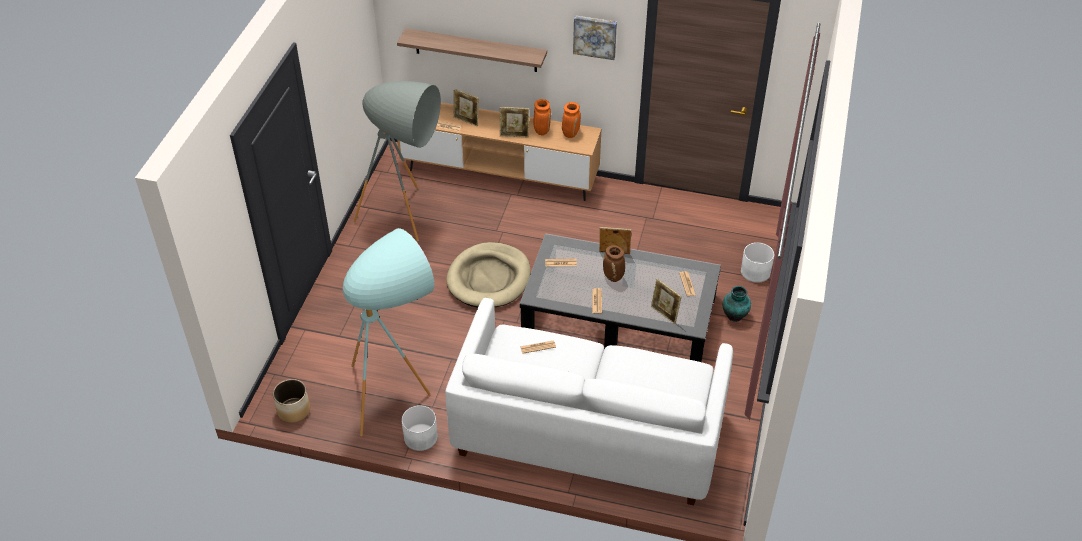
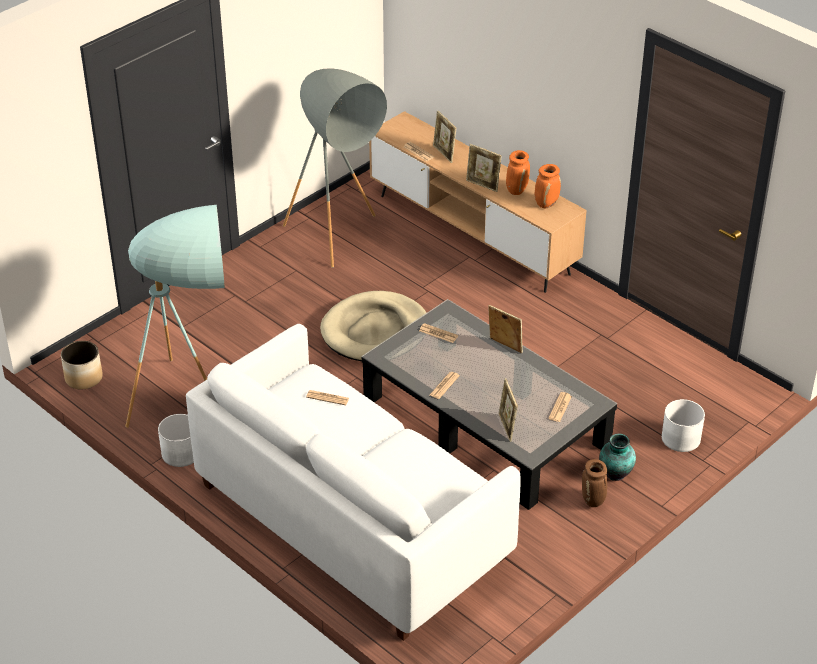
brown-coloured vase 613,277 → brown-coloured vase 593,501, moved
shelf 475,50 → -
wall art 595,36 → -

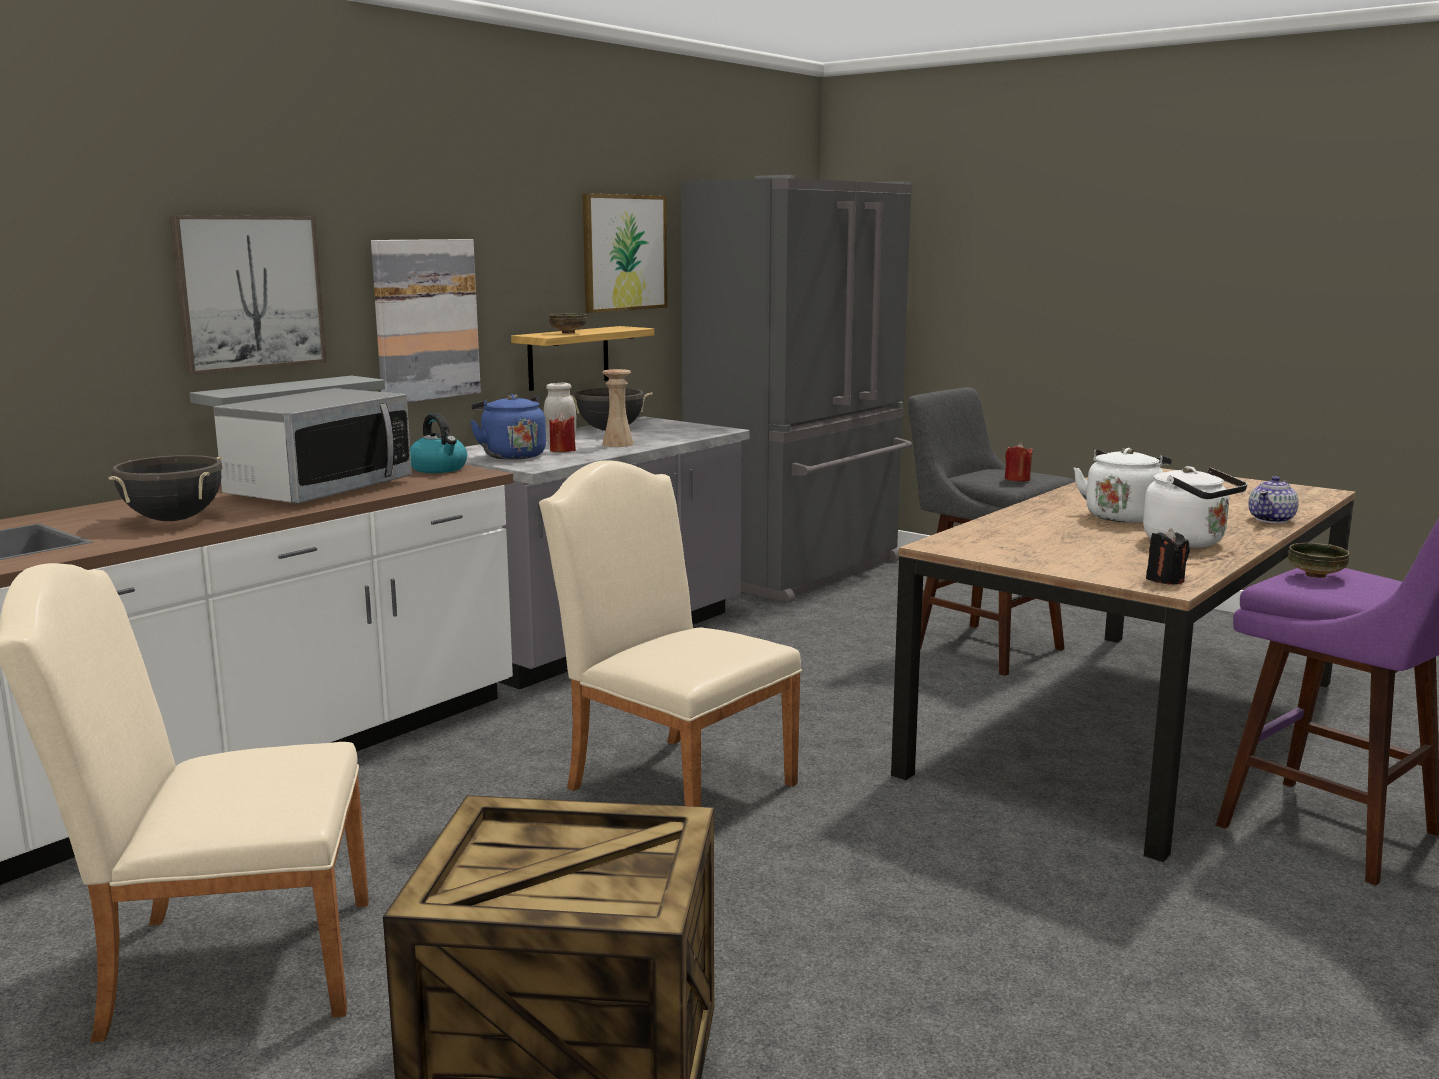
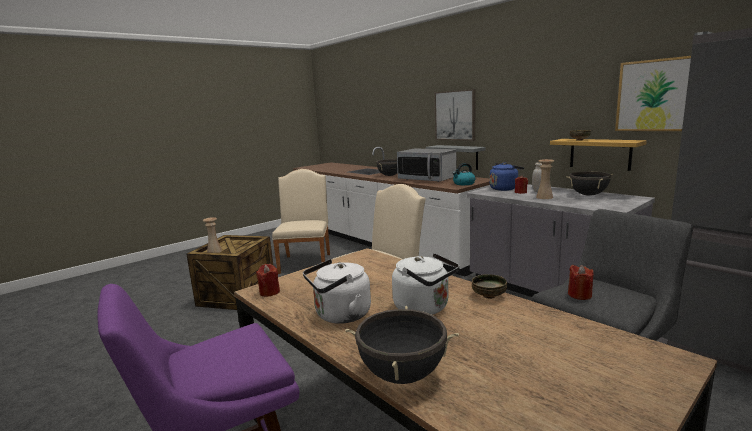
- → beige vase 214,251
blackish candle 1165,579 → reddish candle 269,292
teapot 1272,519 → blackish cooking pot 402,375
deep dish 1315,575 → deep dish 489,296, moved
wall art 425,320 → -

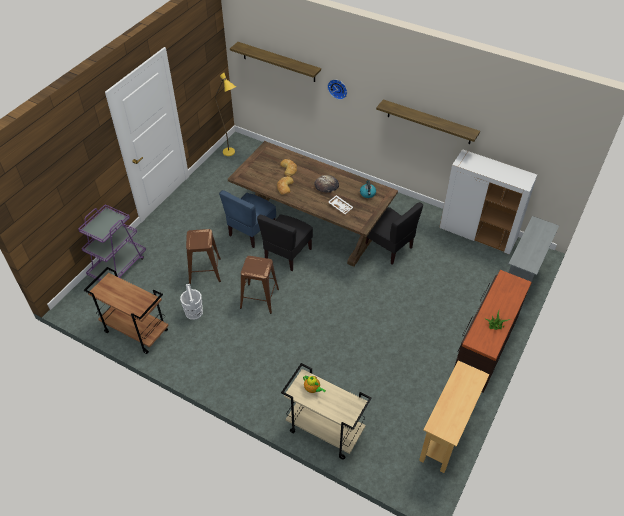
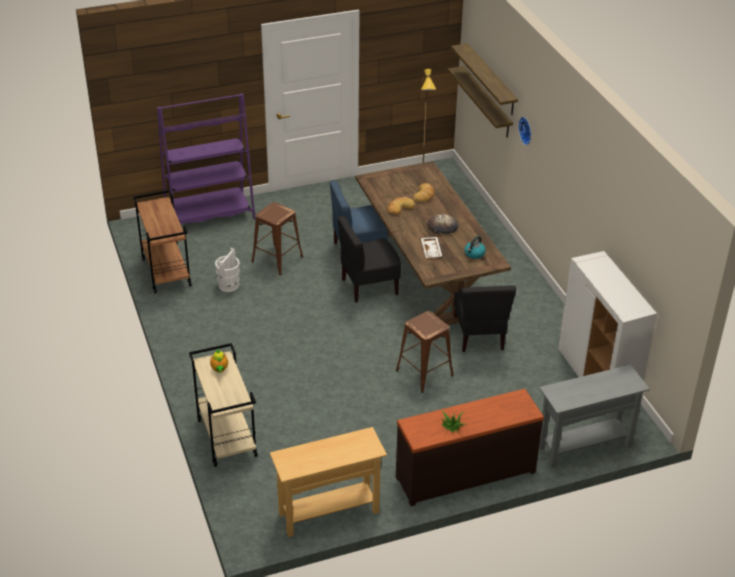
purplish trolley 118,266 → purplish bookcase 210,215
brown-coloured stool seat 259,298 → brown-coloured stool seat 425,372, moved
shelf 429,122 → shelf 486,102, moved

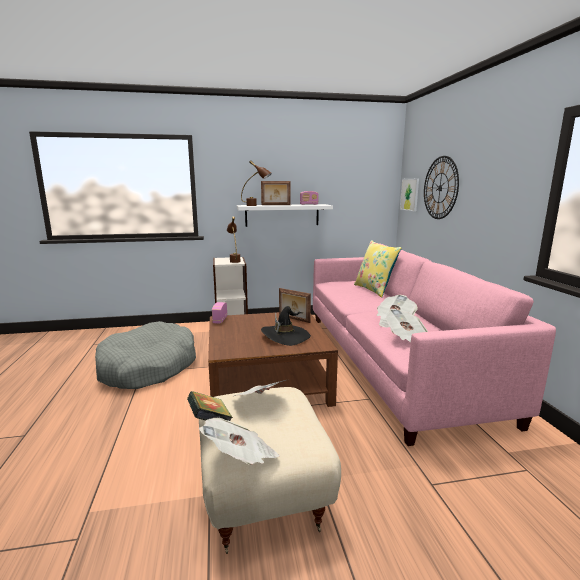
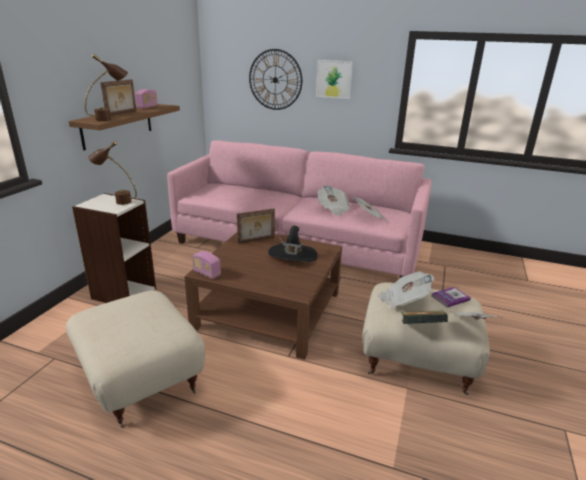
greyish pet bed 148,367 → beige pouffe 139,380
whitish shelf 282,215 → brown-coloured shelf 118,125
wall art 409,194 → wall art 334,79, moved
- → book 450,298
yellowish cushion 374,290 → -

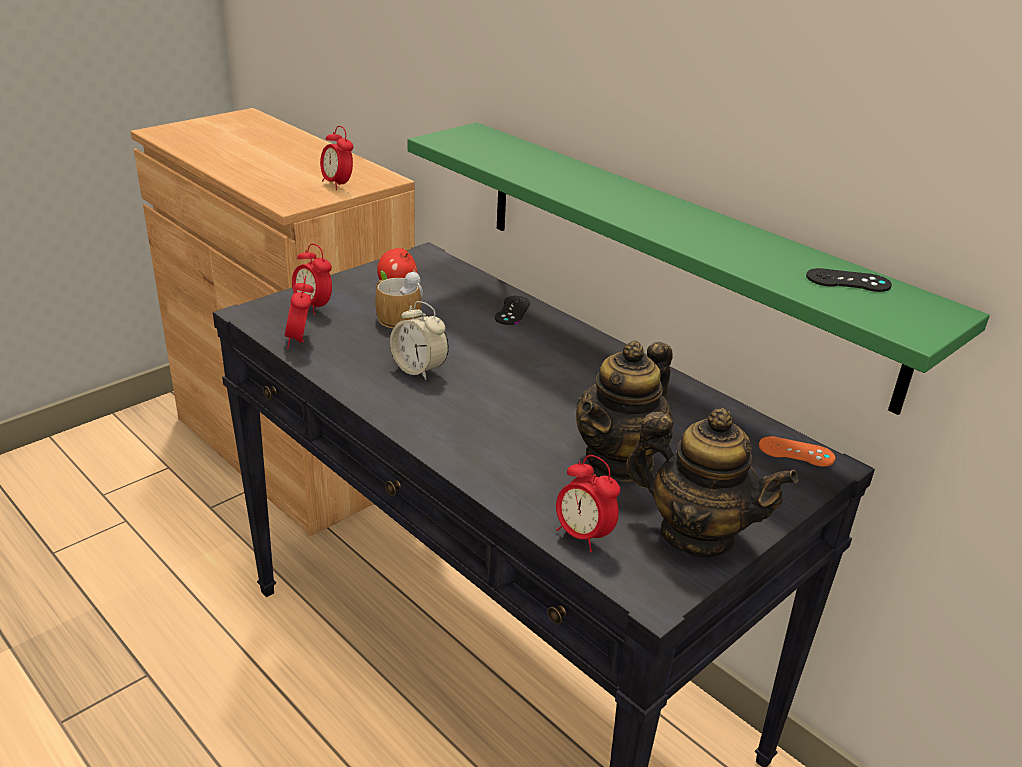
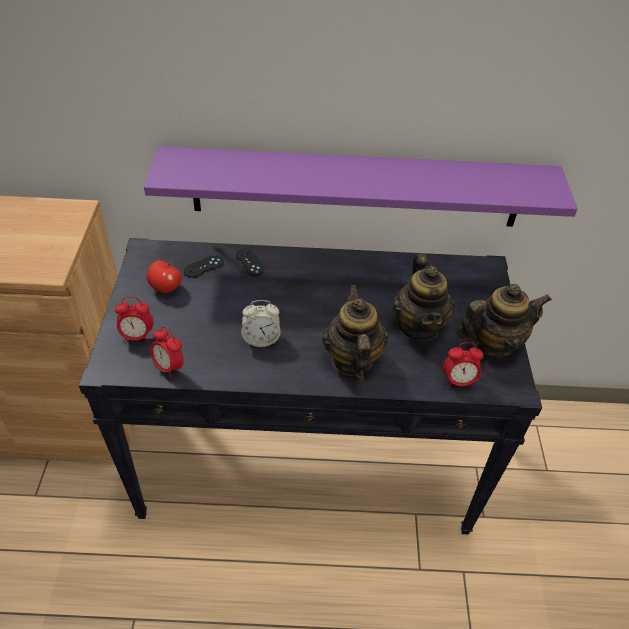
green-coloured shelf 676,254 → purplish shelf 356,187
blackish gamepad 848,281 → blackish gamepad 204,266, moved
- → teapot 352,360
alarm clock 337,185 → -
coffee mug 395,315 → -
orange gamepad 796,452 → -

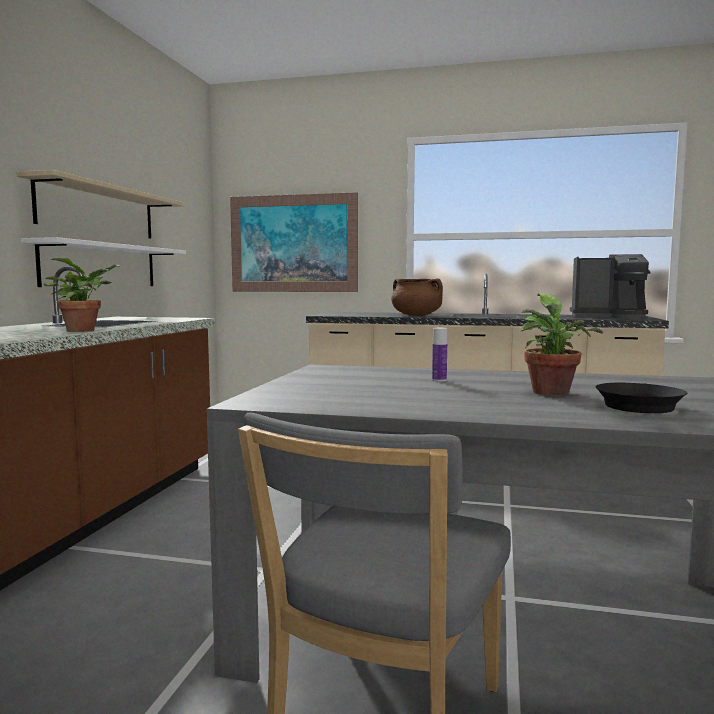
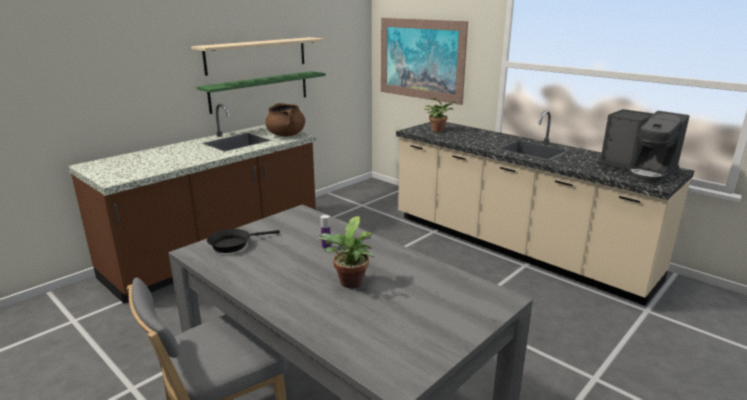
whitish shelf 101,266 → green-coloured shelf 260,91
blackish pan 638,405 → blackish pan 233,244, moved
brown-coloured cooking pot 417,315 → brown-coloured cooking pot 286,135, moved
houseplant 84,330 → houseplant 439,130, moved

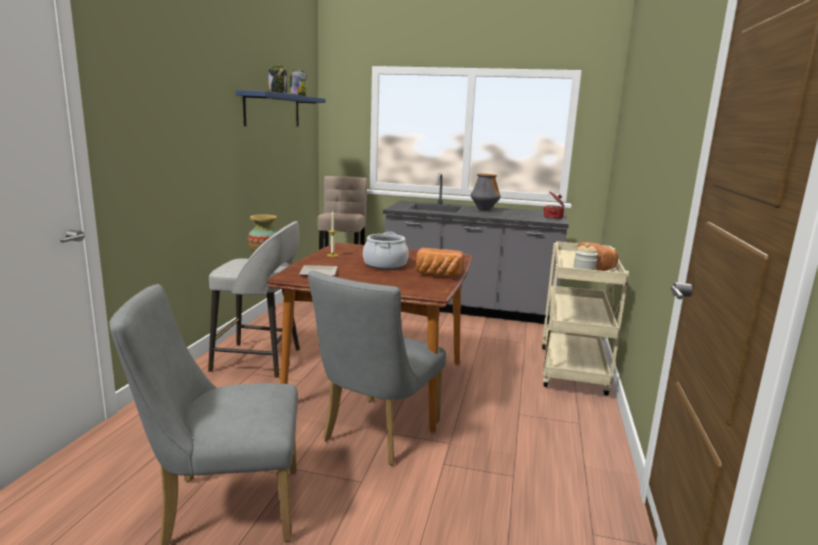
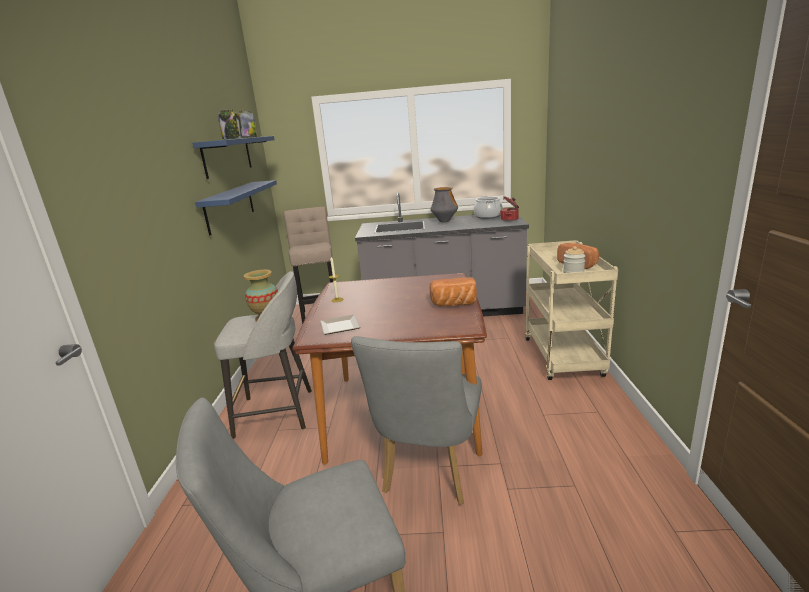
- → bluish shelf 230,206
cooking pot 385,265 → cooking pot 488,216, moved

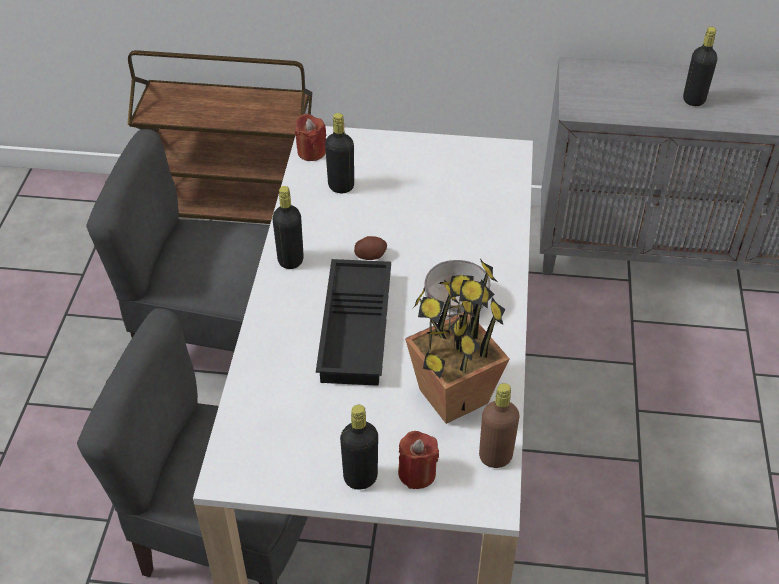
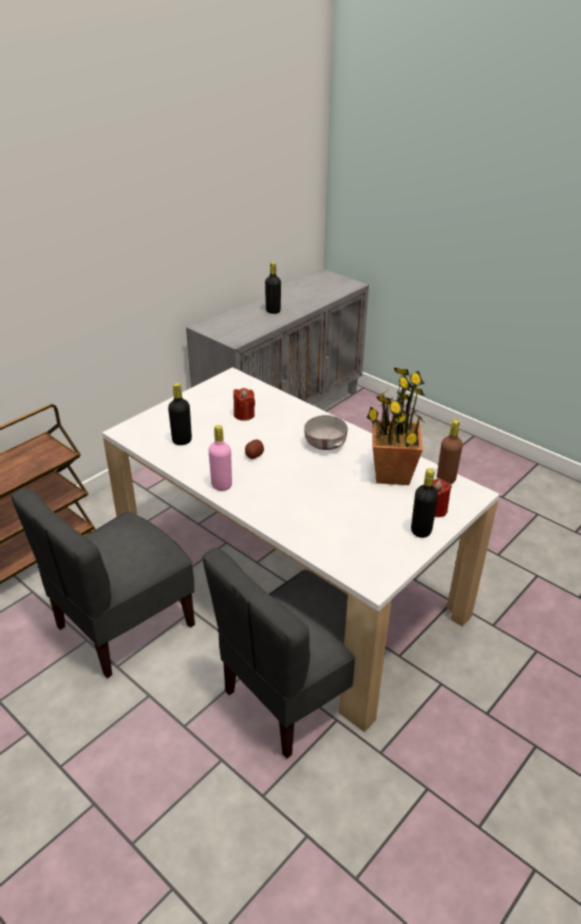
blackish drink bottle 290,260 → pink drink bottle 221,485
reddish candle 311,152 → reddish candle 244,415, moved
blackish carrying tray 358,329 → -

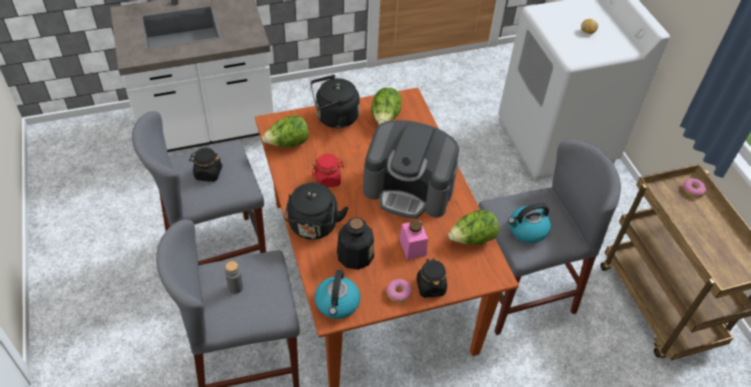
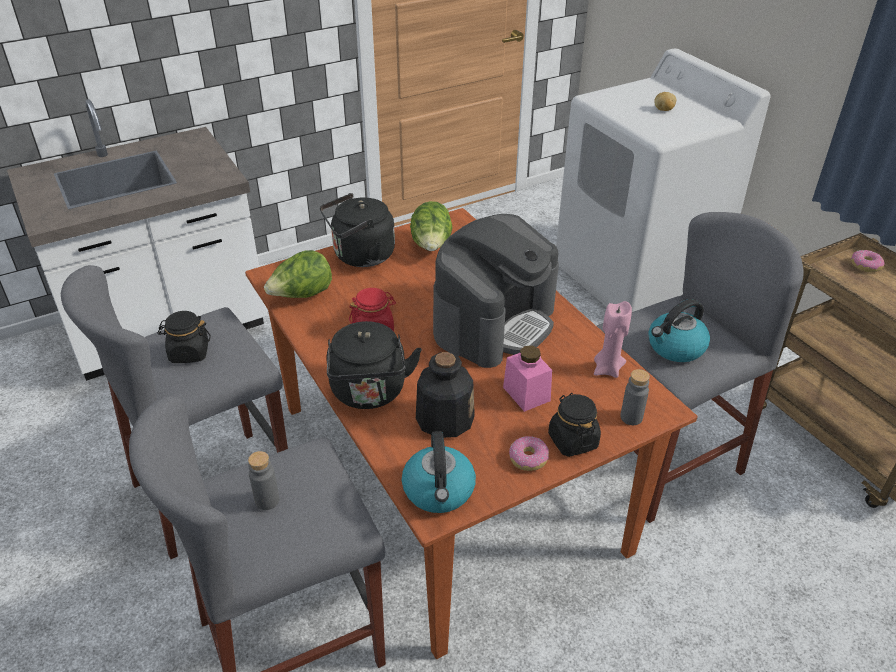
coffee brewer 409,189 → coffee brewer 494,322, 60 degrees counterclockwise
head of lettuce 472,239 → pink candle 607,369
- → greyish drink bottle 631,417

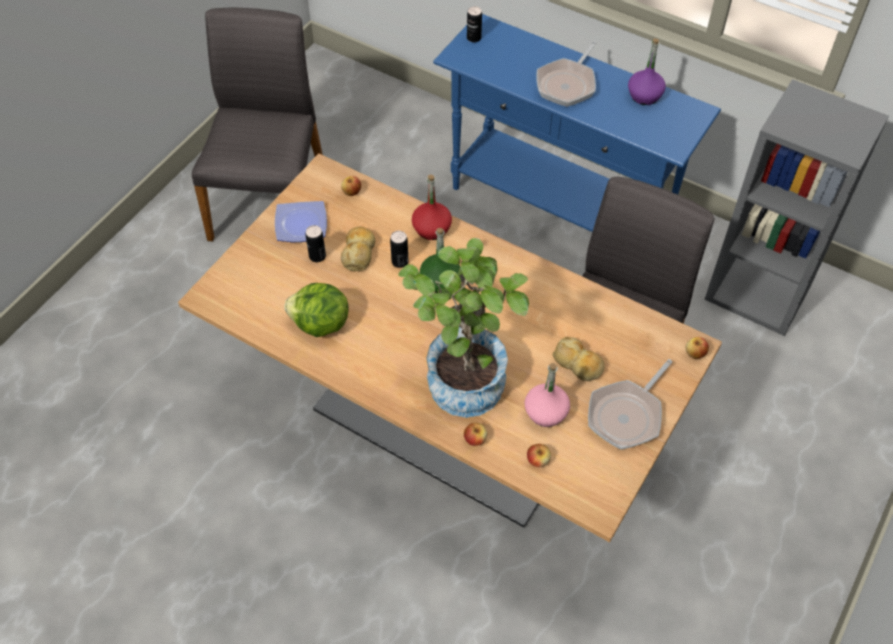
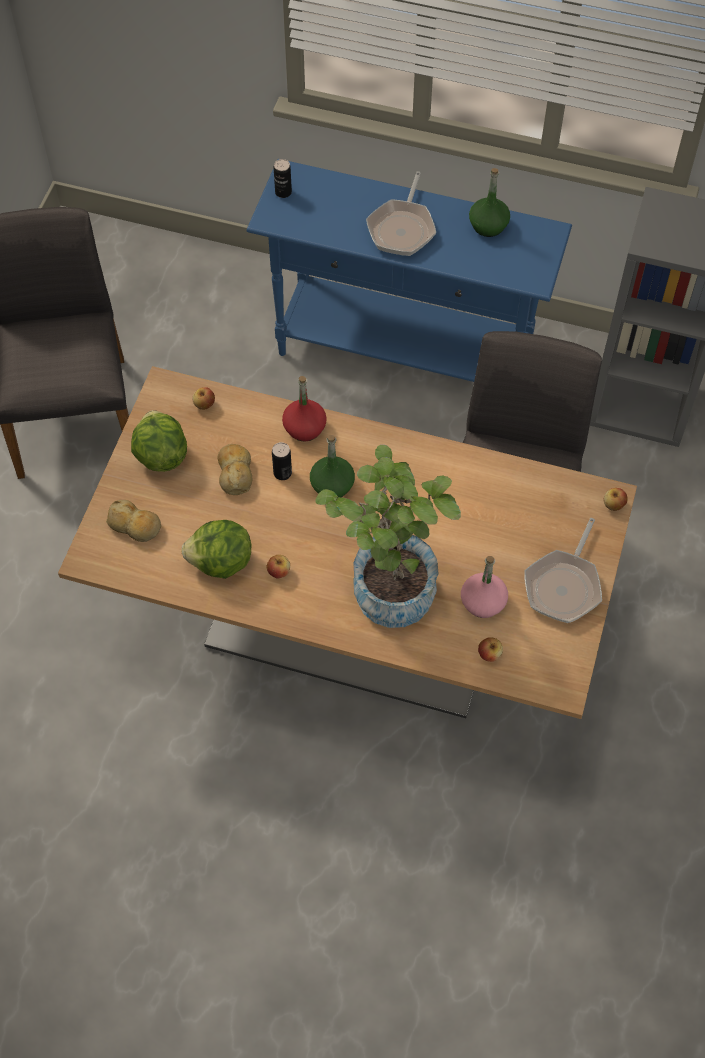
baked bread 578,364 → baked bread 135,526, moved
dinner plate 300,225 → head of lettuce 161,455
whole apple 475,439 → whole apple 279,571, moved
purplish drink bottle 644,95 → green-coloured drink bottle 488,225
metal can 317,256 → -

